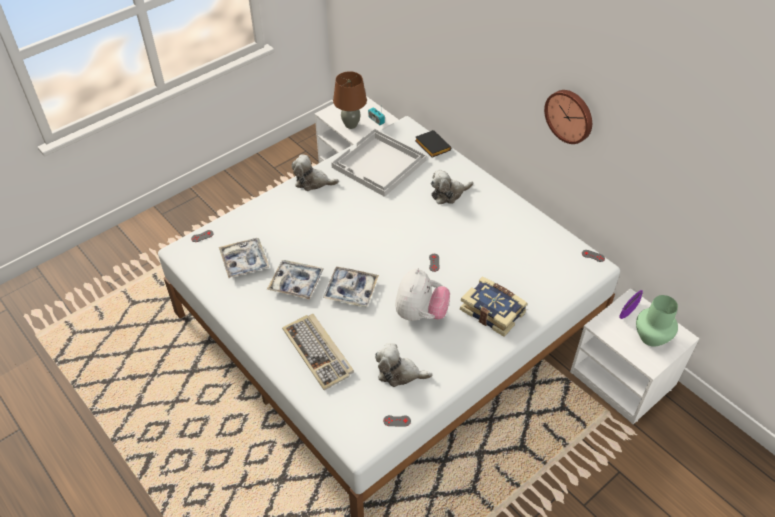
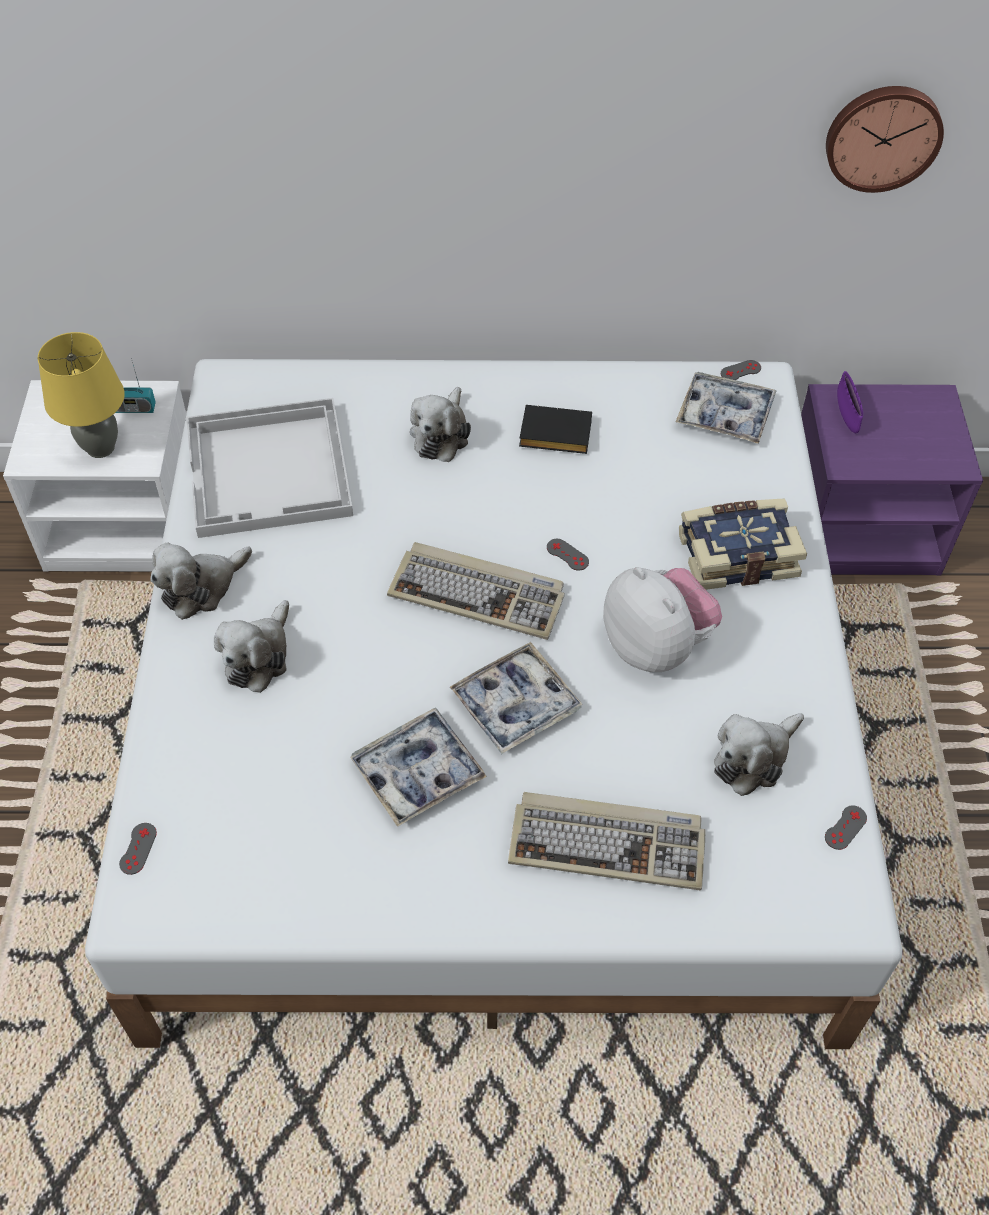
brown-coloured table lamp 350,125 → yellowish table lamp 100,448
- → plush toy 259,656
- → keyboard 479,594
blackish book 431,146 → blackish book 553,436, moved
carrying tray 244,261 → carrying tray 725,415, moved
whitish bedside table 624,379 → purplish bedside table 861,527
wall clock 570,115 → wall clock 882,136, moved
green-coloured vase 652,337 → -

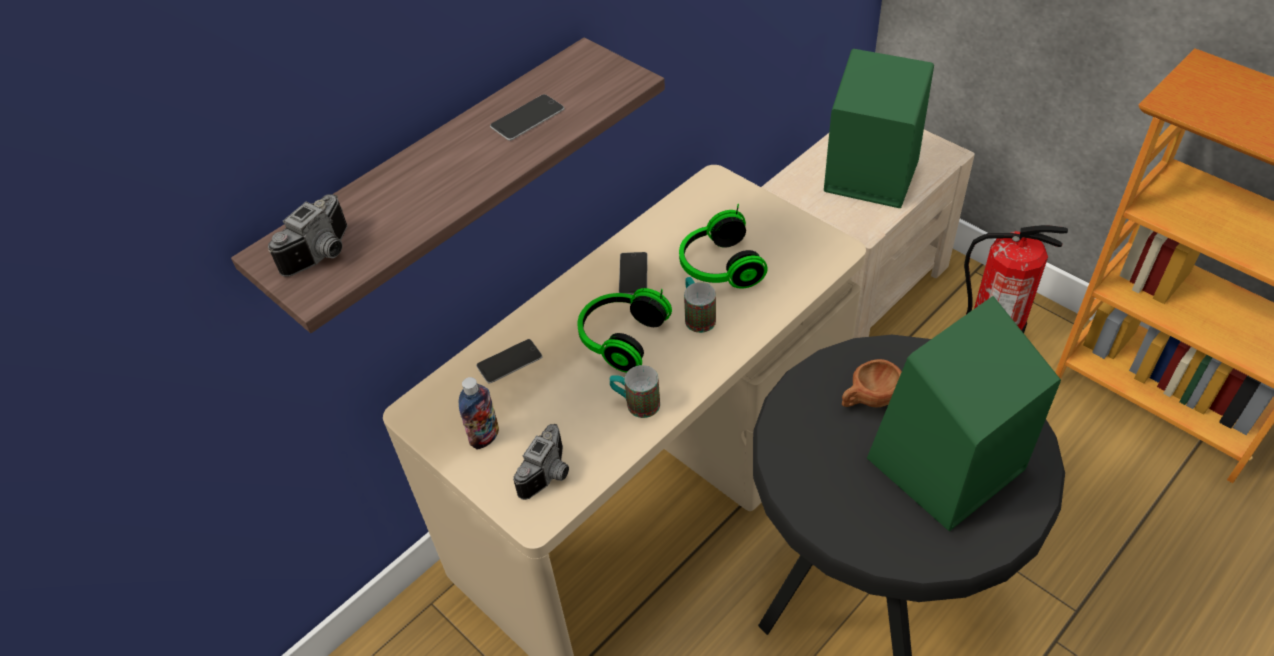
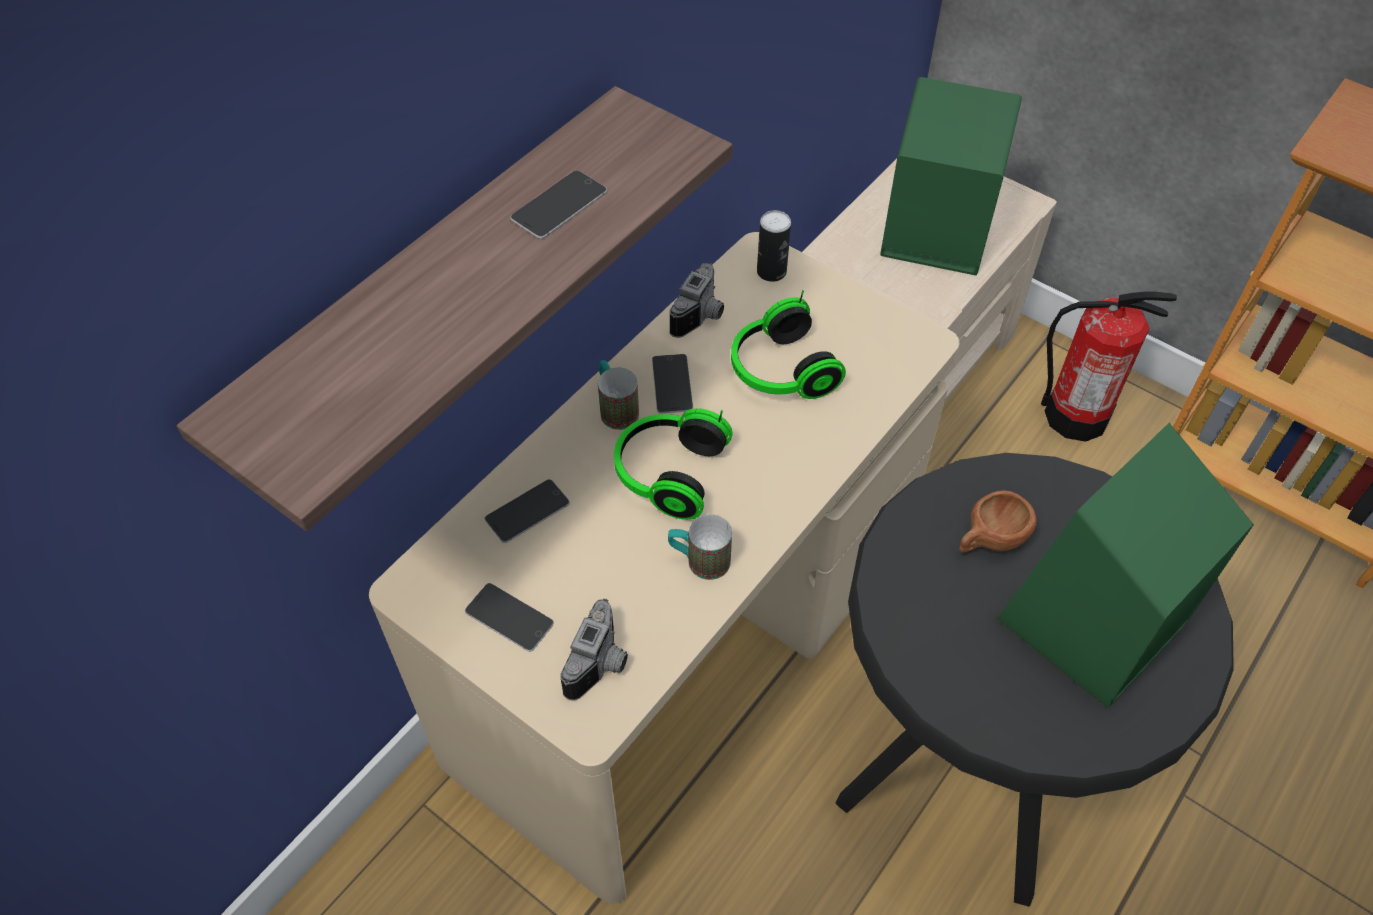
drink bottle 485,437 → phone 509,617
coffee mug 697,316 → coffee mug 615,408, moved
still camera 324,254 → still camera 702,316, moved
- → metal can 771,271

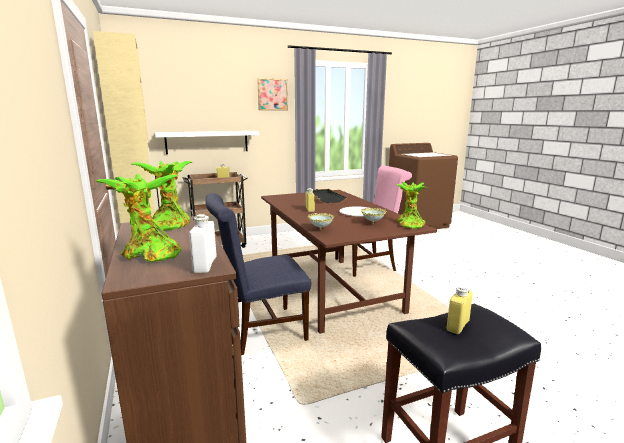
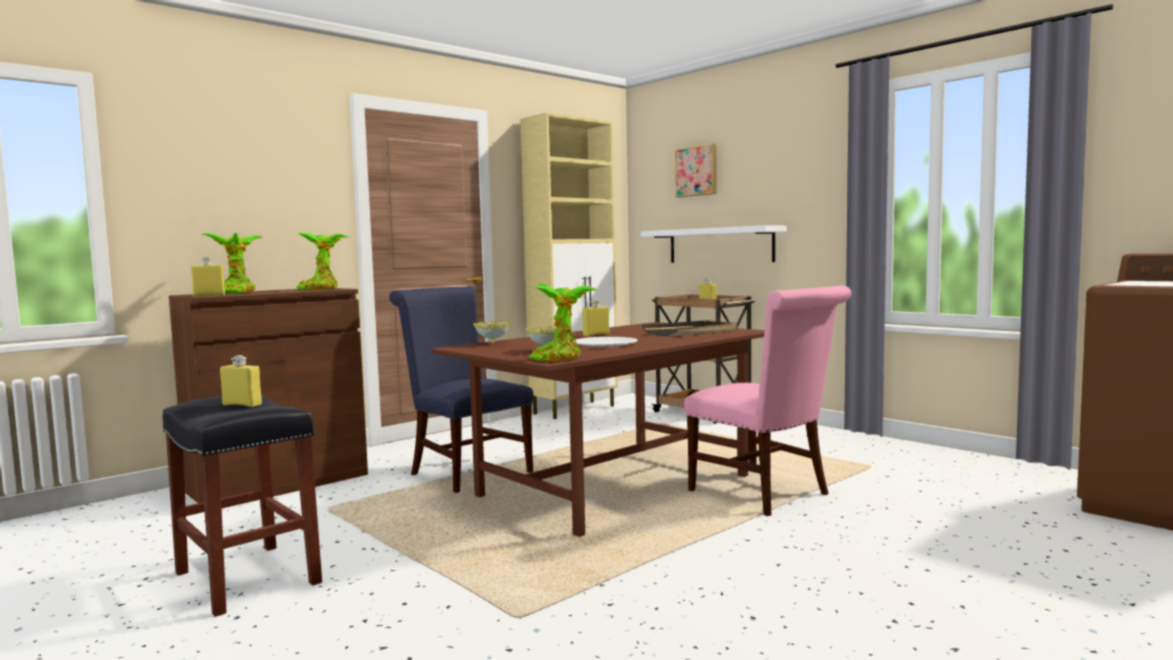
whitish drink bottle 205,265 → yellowish drink bottle 209,295
wall art 272,94 → wall art 697,171, moved

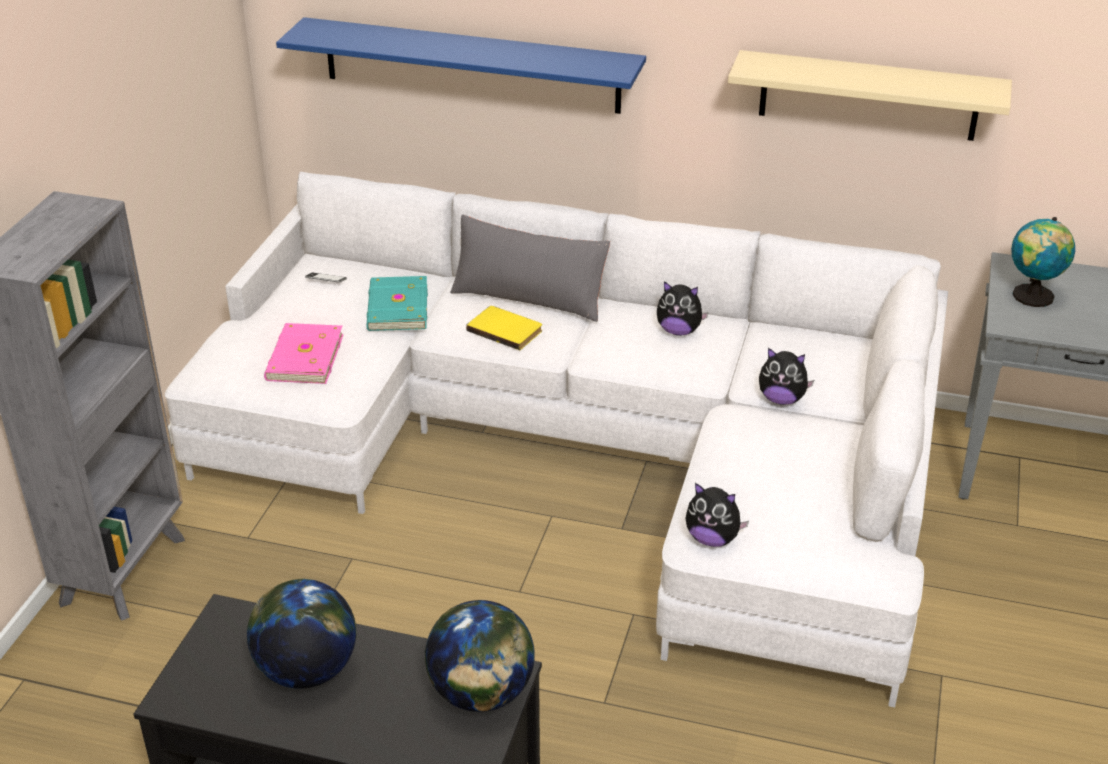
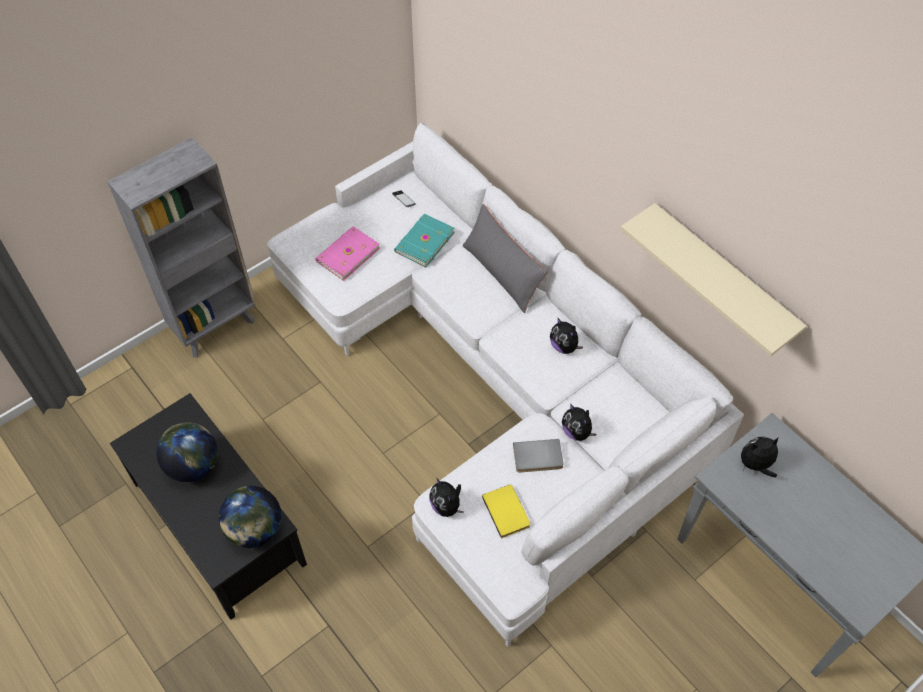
yellowish book 506,329 → yellowish book 507,511, moved
- → greyish book 538,458
globe 1032,297 → plush toy 755,465
bluish shelf 471,65 → -

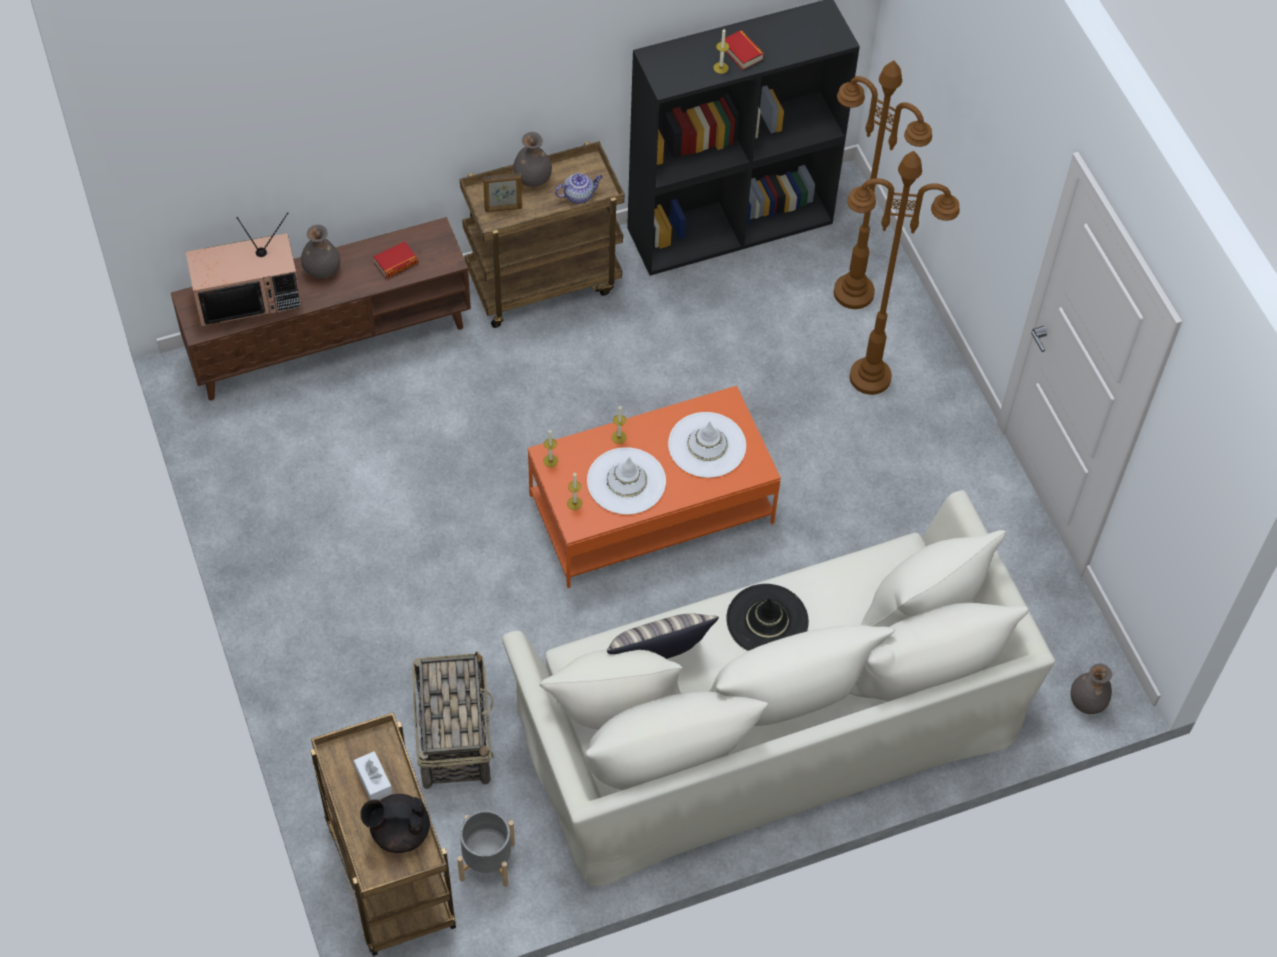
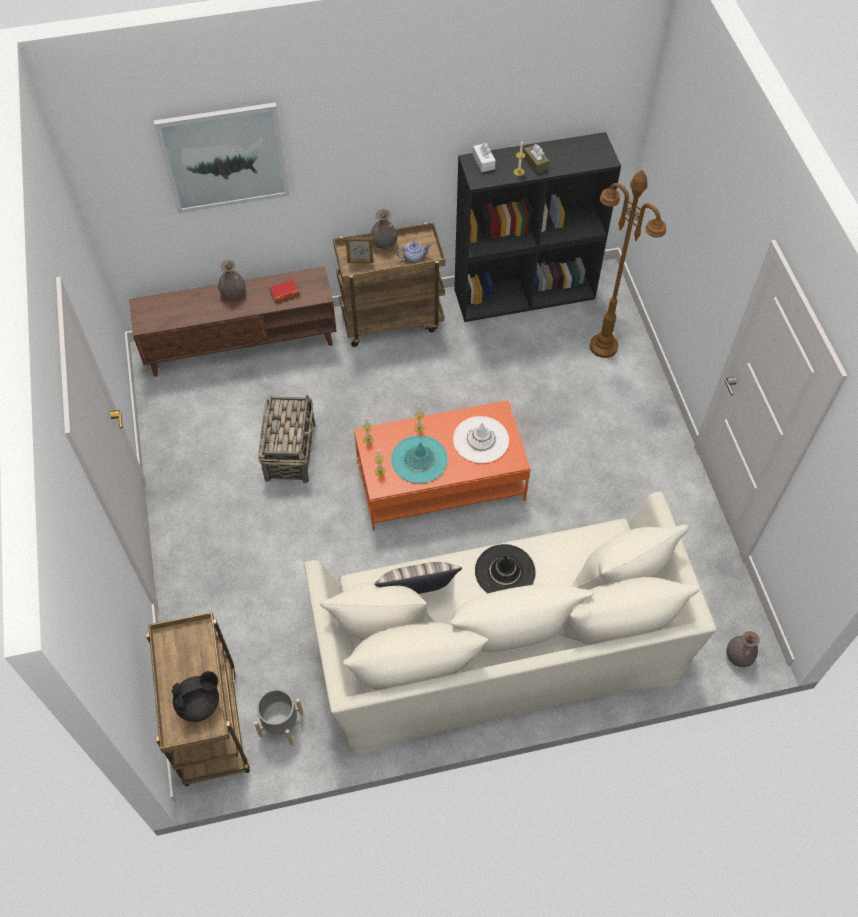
- → wall art 224,158
blackish teapot 399,831 → blackish teapot 199,703, 150 degrees clockwise
basket 454,735 → basket 290,451, moved
whitish hat 626,481 → blue-green hat 419,459
whitish box of tissues 373,780 → whitish box of tissues 483,162, moved
book 742,53 → brown-coloured box of tissues 535,163
TV set 249,296 → -
brown-coloured standard lamp 870,377 → -

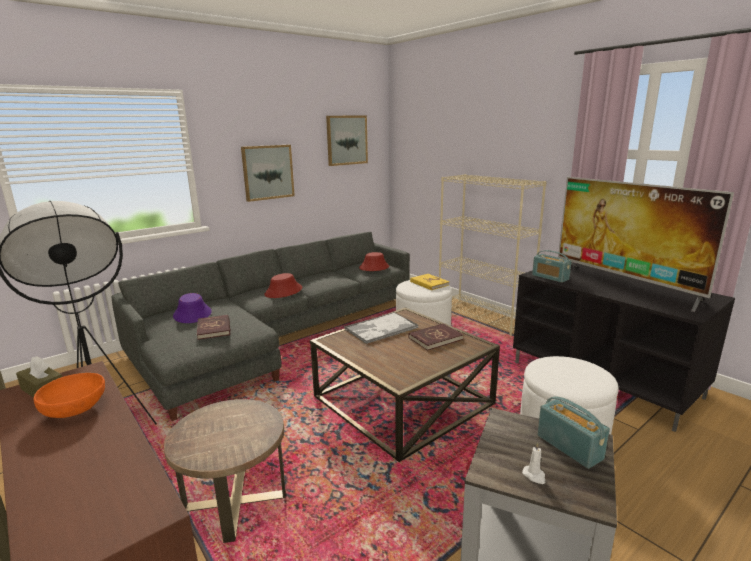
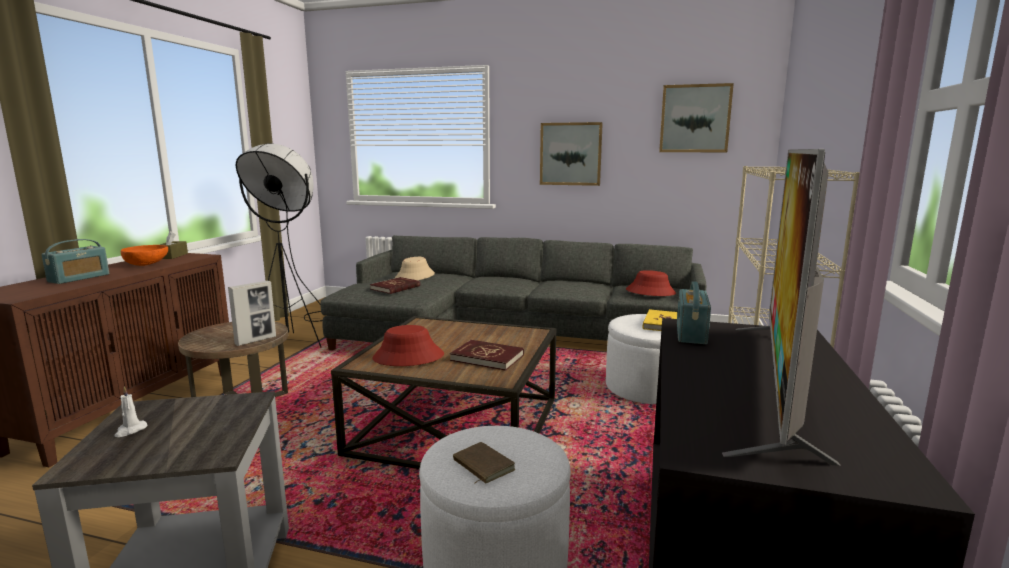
radio 569,447 → radio 79,278, moved
- → photo frame 256,340
reddish hat 283,291 → reddish hat 408,357, moved
purplish hat 192,314 → beige hat 415,276
- → brown-coloured book 481,466
carrying tray 380,328 → -

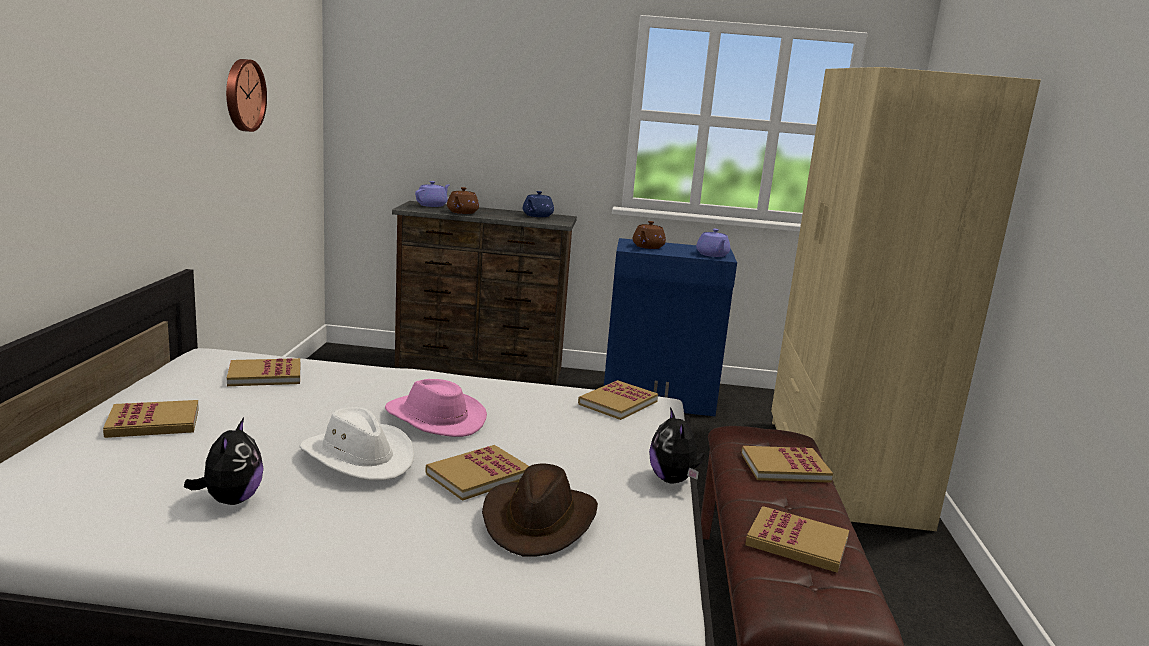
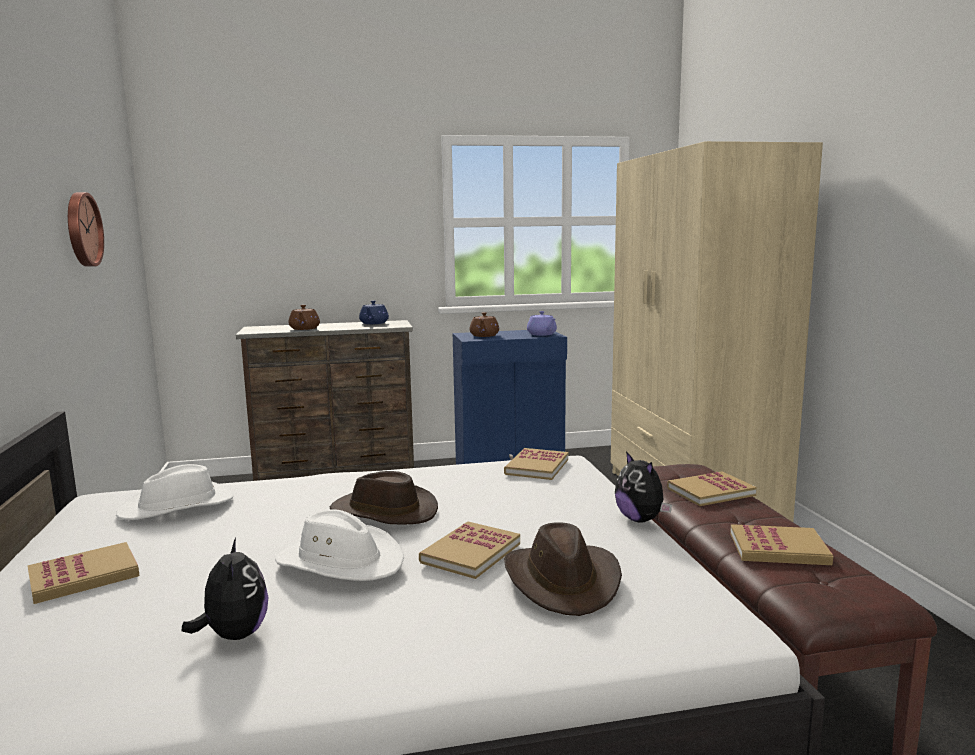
book 265,375 → whitish hat 178,506
pink hat 434,419 → brown-coloured hat 383,512
purplish teapot 432,205 → -

